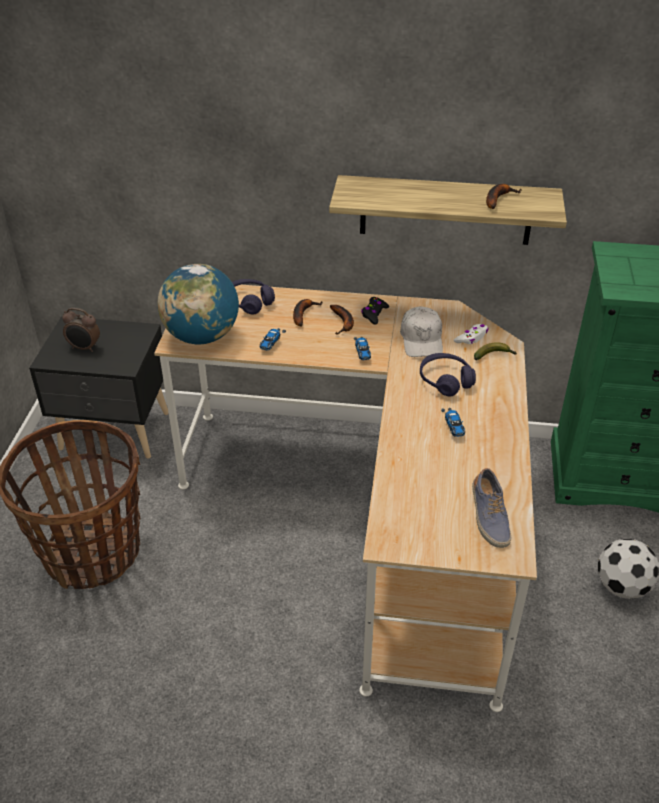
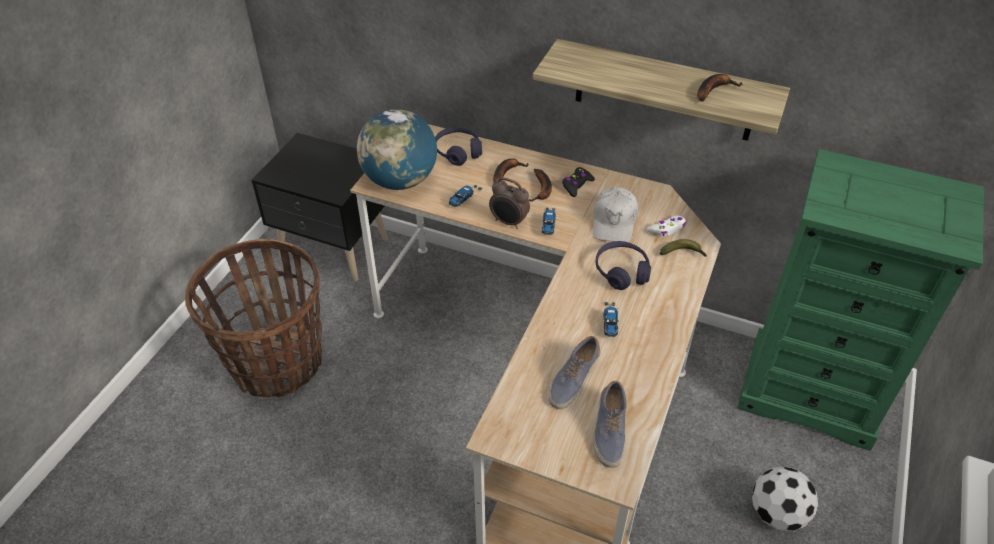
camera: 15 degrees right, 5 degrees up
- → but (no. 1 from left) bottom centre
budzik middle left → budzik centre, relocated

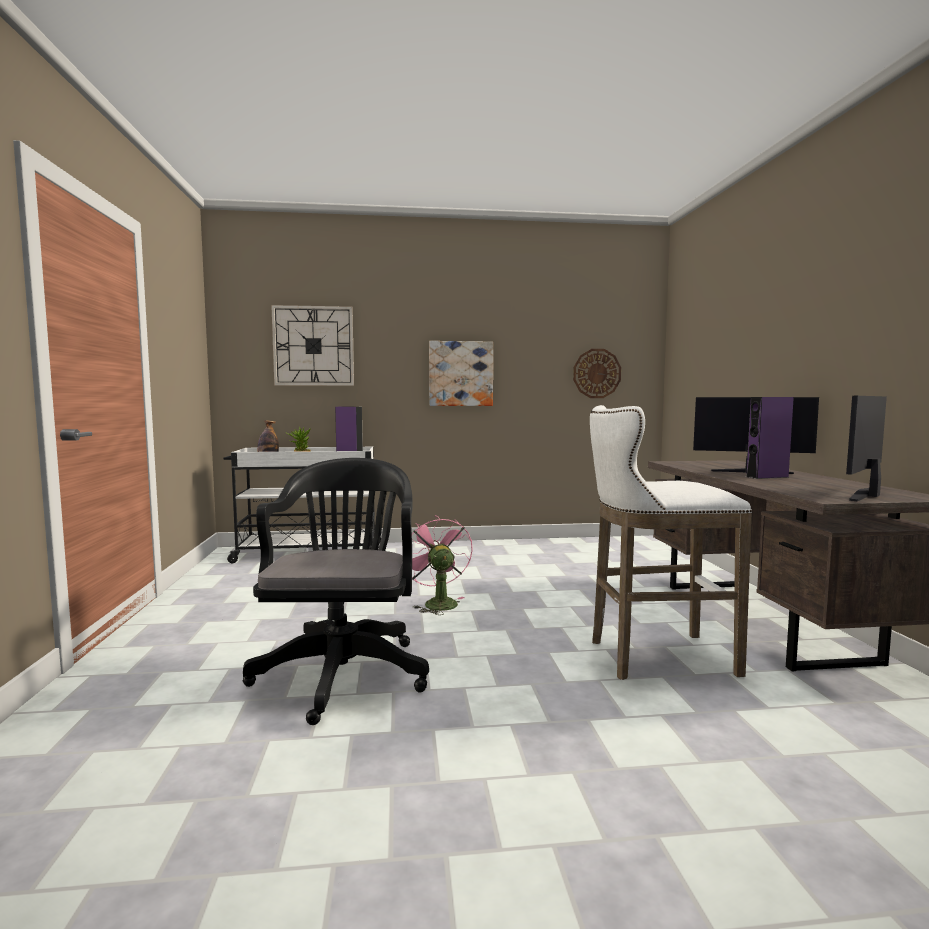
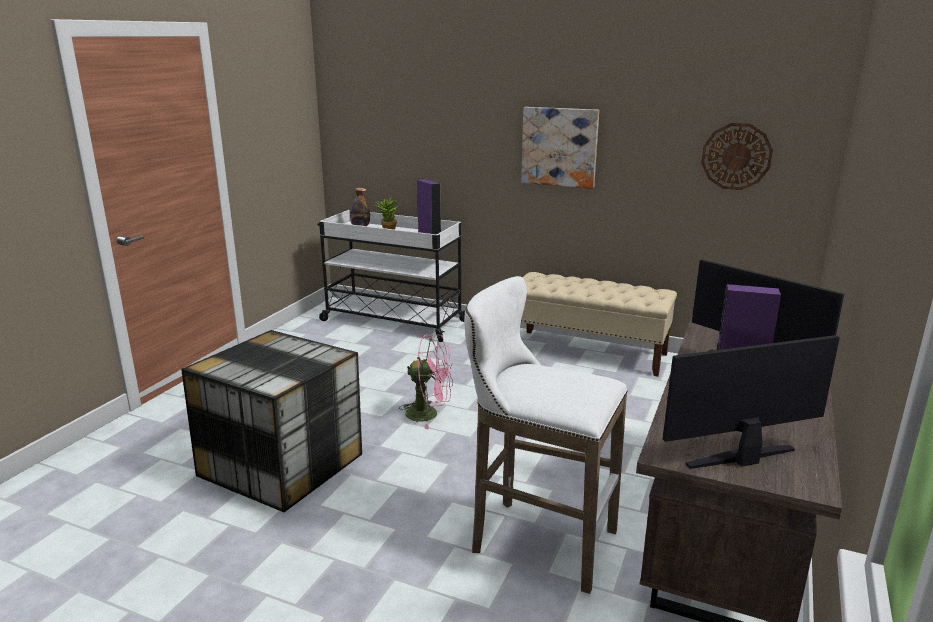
camera: 30 degrees right, 15 degrees up
zegar ścienny (no. 1 from left) centre → -
- → ławka [beżowy] centre
krzesło biurowe [czarny] centre → pojemnik do przechowywania bottom left
wentylator [różowy] centre, 90 degrees clockwise

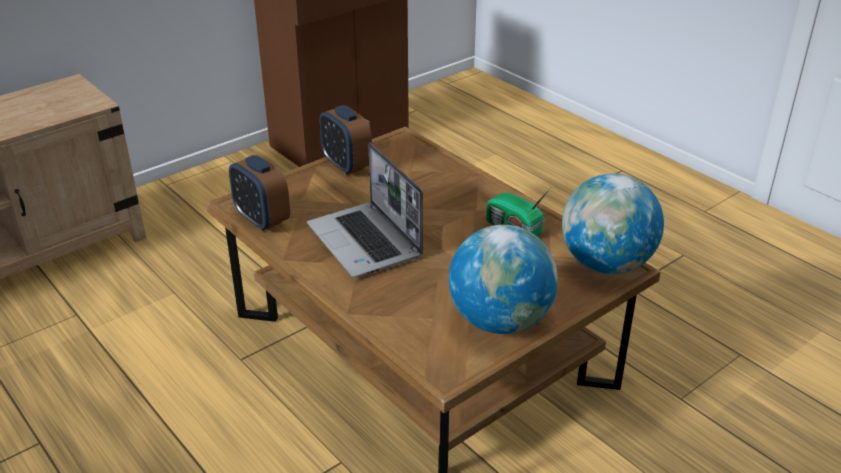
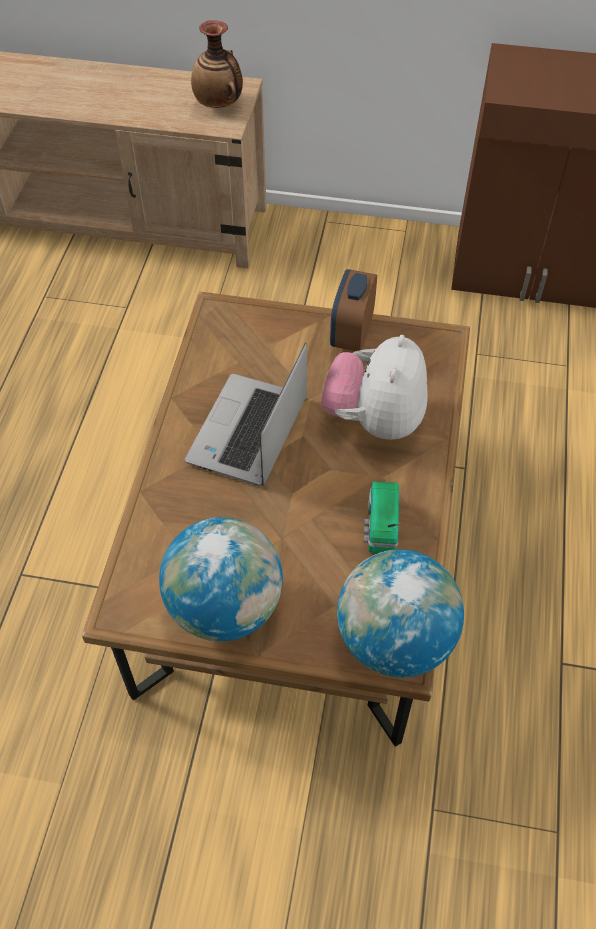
camera: 50 degrees right, 20 degrees up
budzik (no. 1 from left) middle left → -
- → wazon top centre
- → pluszak centre

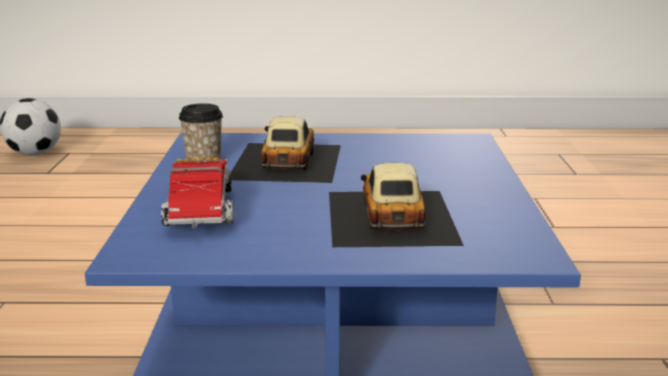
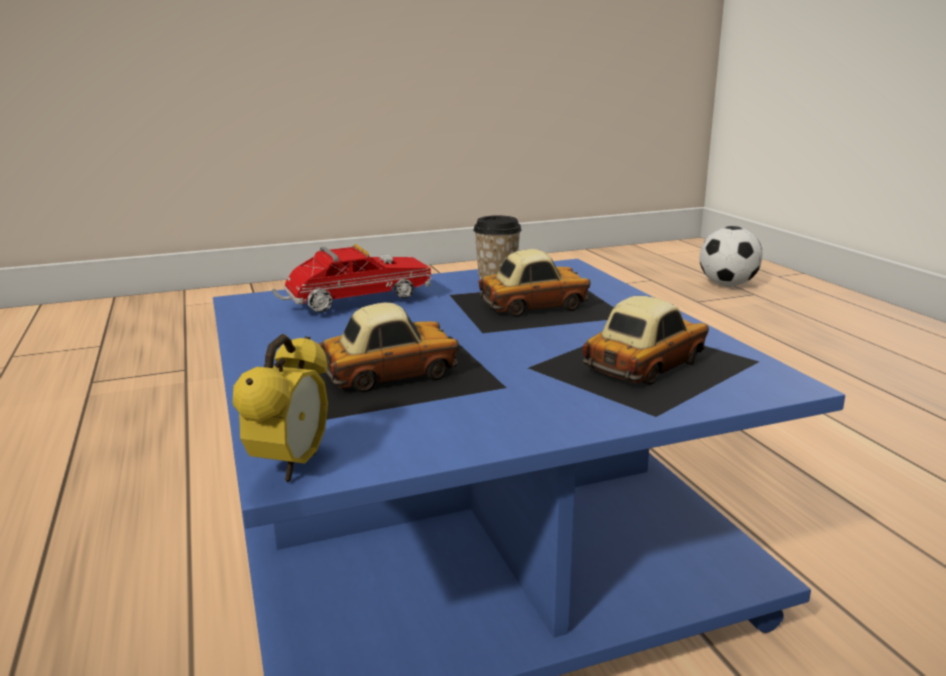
camera: 70 degrees right, 0 degrees up
- → budzik middle left
- → samochodzik (no. 3 from left) middle right

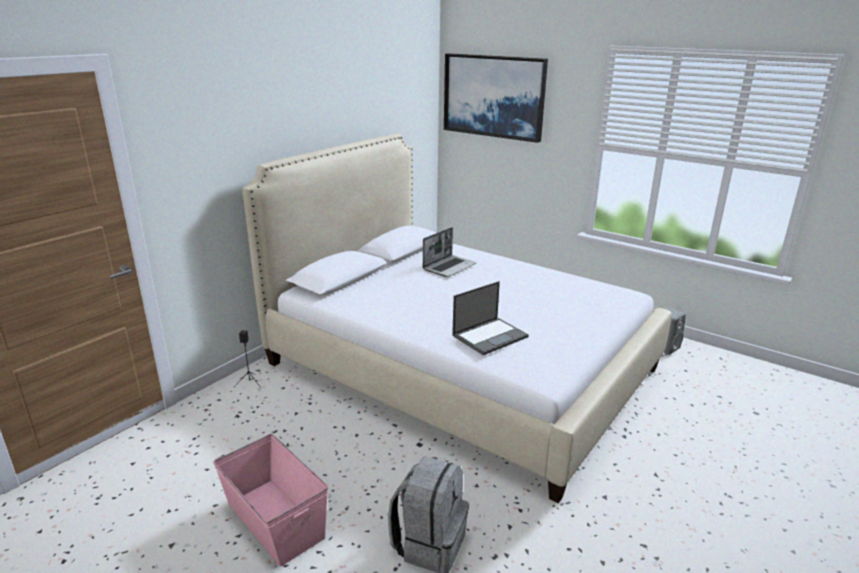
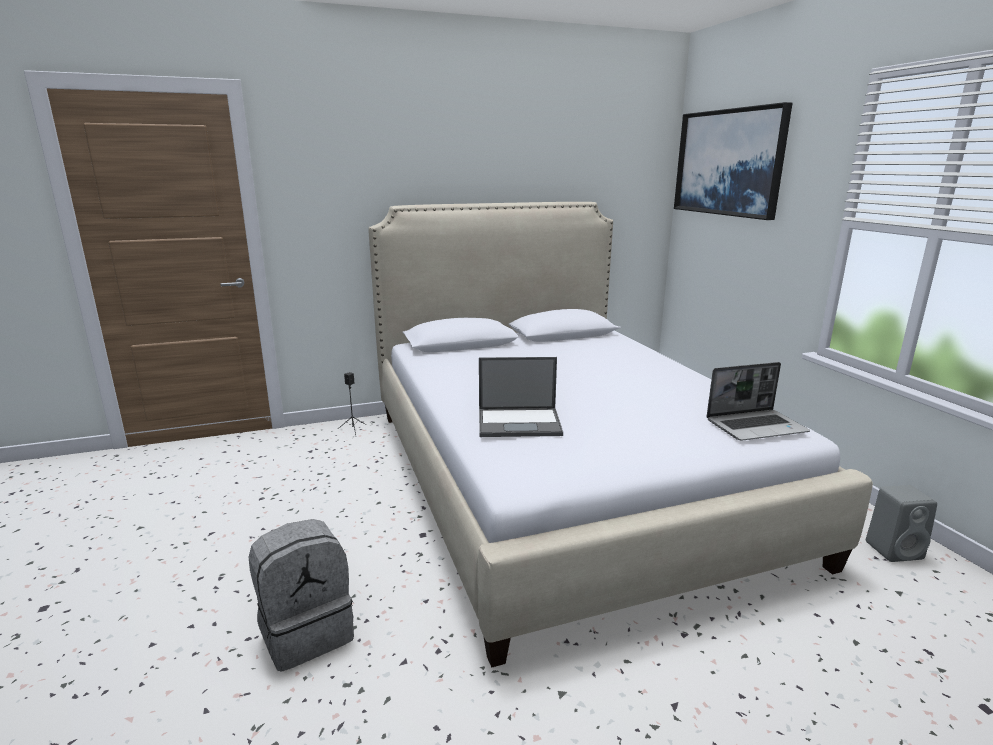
camera: 35 degrees right, 5 degrees down
pojemnik do przechowywania [różowy] bottom left → -
laptop (no. 1 from left in the first image) centre → laptop (no. 2 from left) middle right, relocated

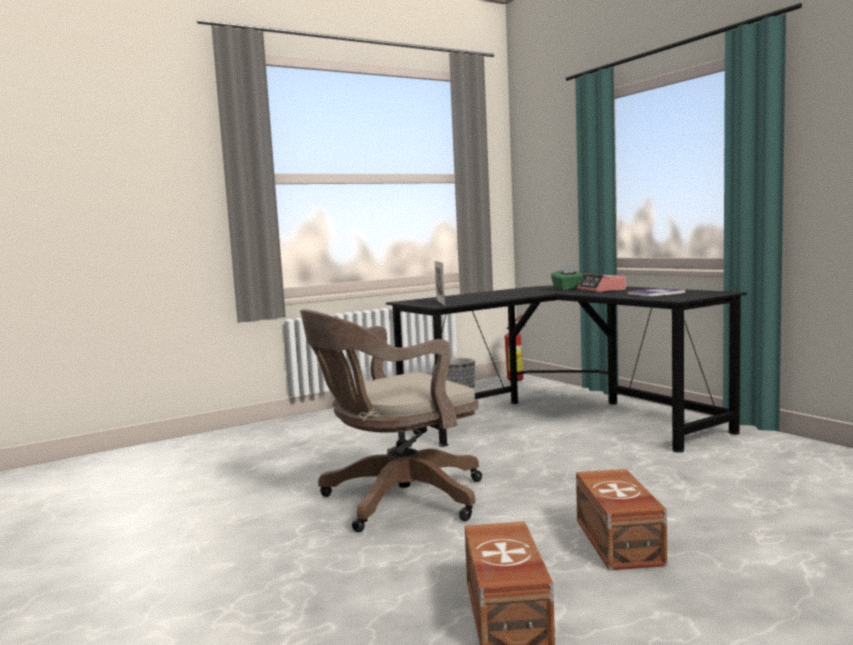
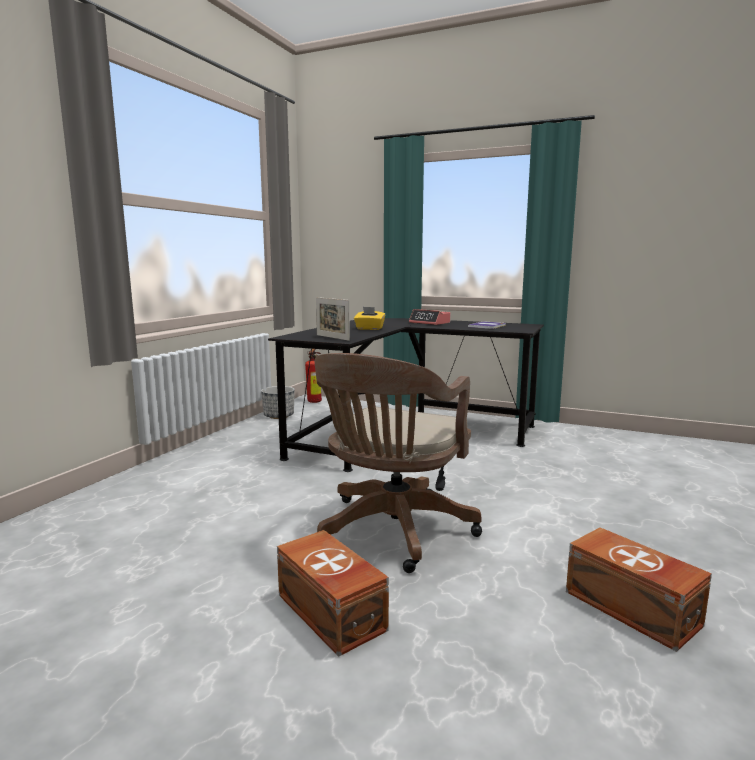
camera: 35 degrees left, 5 degrees up
pudełko chusteczek [zielony] centre → -
- → pudełko chusteczek [żółty] centre
pojemnik do przechowywania [brązowy] (no. 2 from left in the first image) bottom right → pojemnik do przechowywania [brązowy] (no. 1 from left) bottom centre, relocated

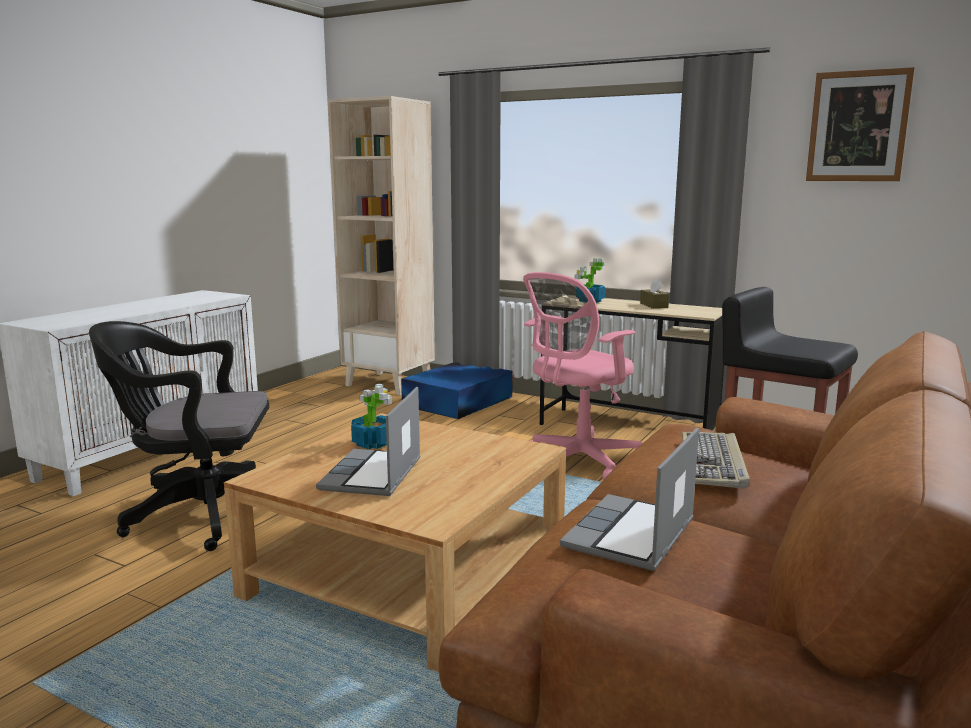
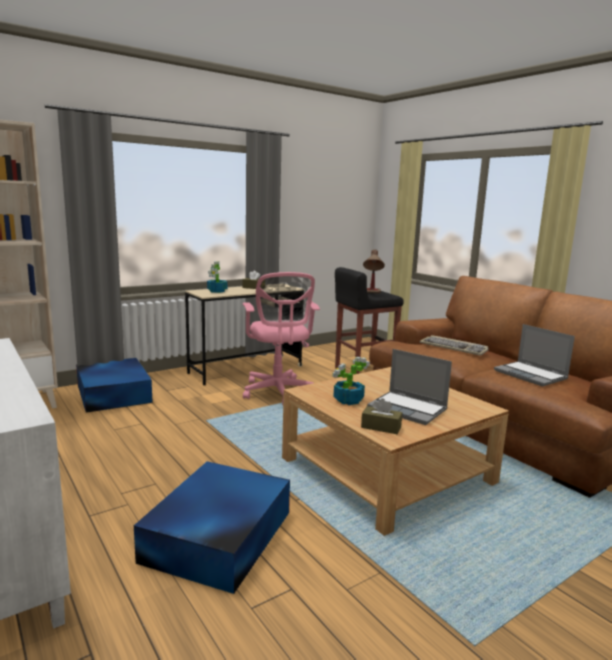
camera: 65 degrees left, 0 degrees up
obraz top right → -
- → pudełko chusteczek [brązowy] (no. 2 from left) centre
- → lampa stołowa centre
krzesło biurowe [czarny] middle left → pojemnik do przechowywania [niebieski] (no. 2 from left) bottom centre

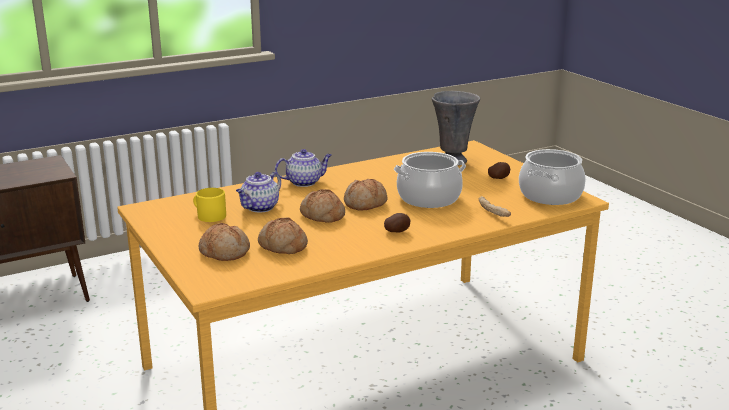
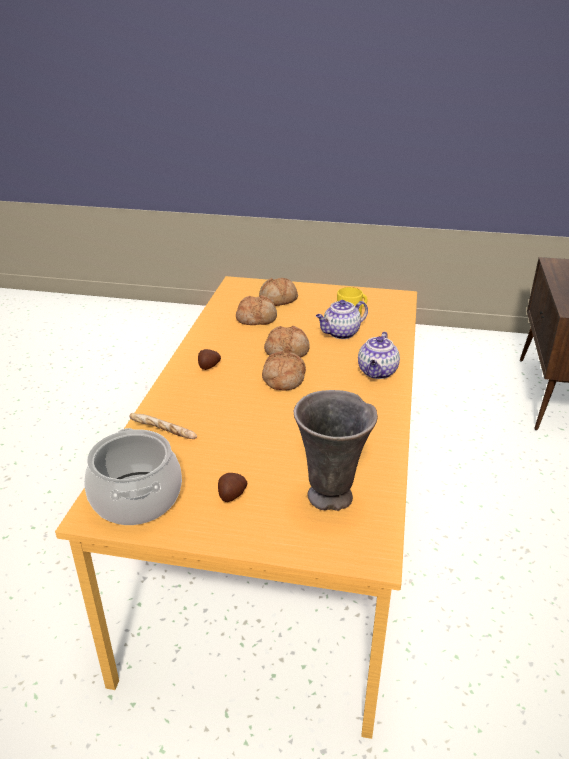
camera: 130 degrees right, 10 degrees up
garnek (no. 1 from left) centre → -
imbryk (no. 1 from left) centre, 105 degrees counterclockwise

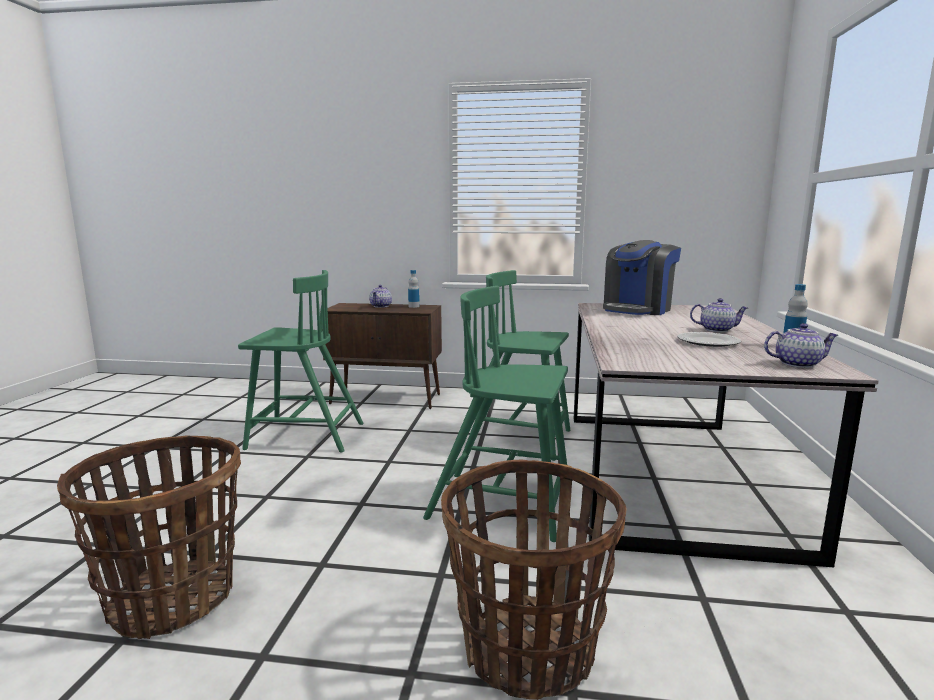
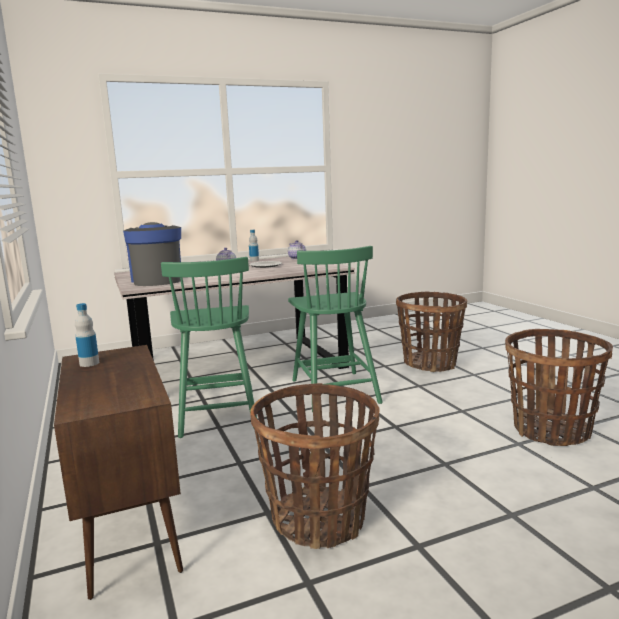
camera: 120 degrees left, 0 degrees up
imbryk (no. 1 from left) centre → -
krzesło [zielony] (no. 1 from left) middle left → koszyk (no. 1 from left) bottom centre
ekspres do kawy middle right → ekspres do kawy middle left, 120 degrees counterclockwise

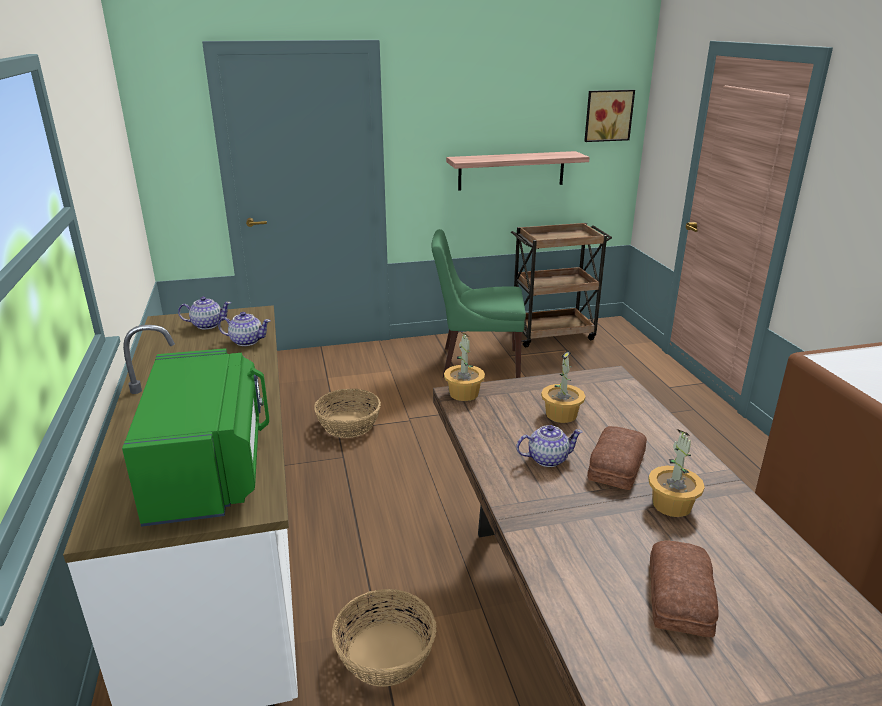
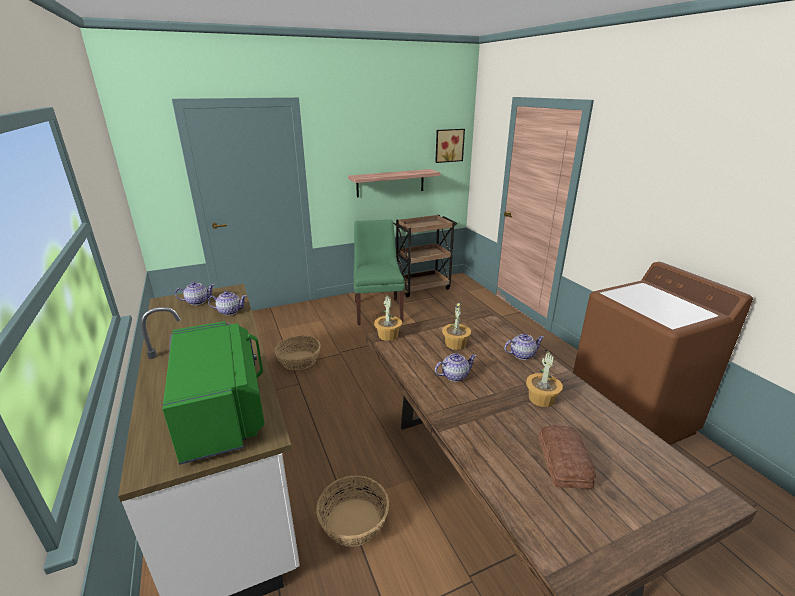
camera: 10 degrees left, 0 degrees up
chleb (no. 1 from left) middle right → -
- → imbryk (no. 4 from left) centre
krzesło [zielony] centre, 90 degrees clockwise

